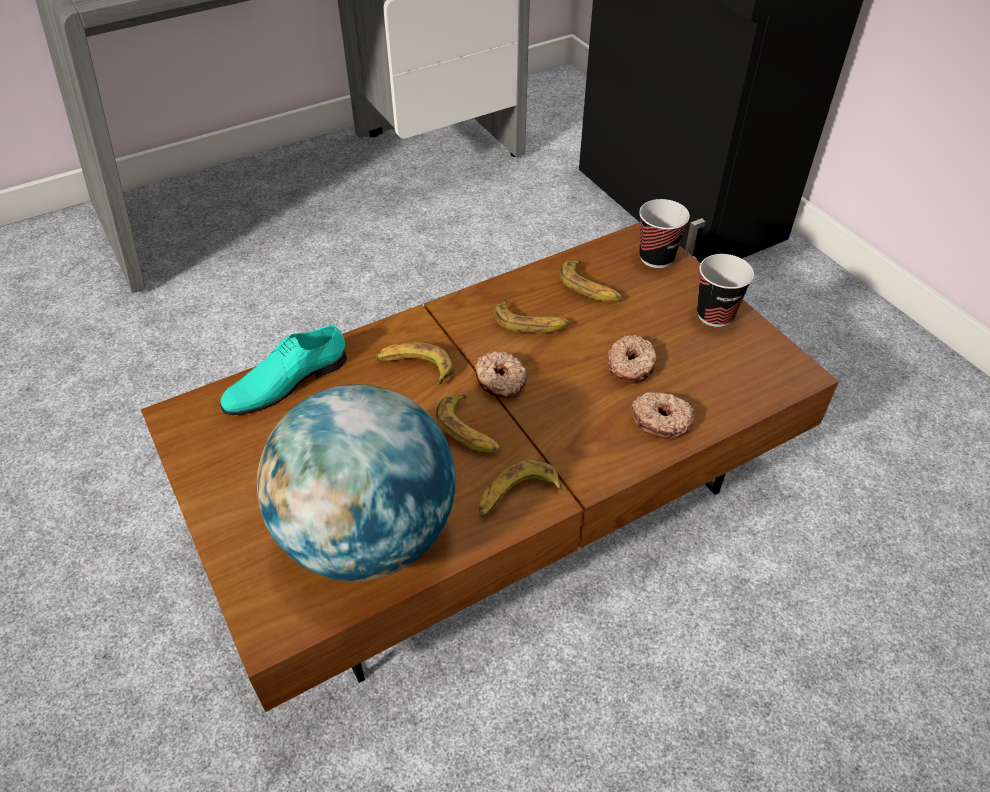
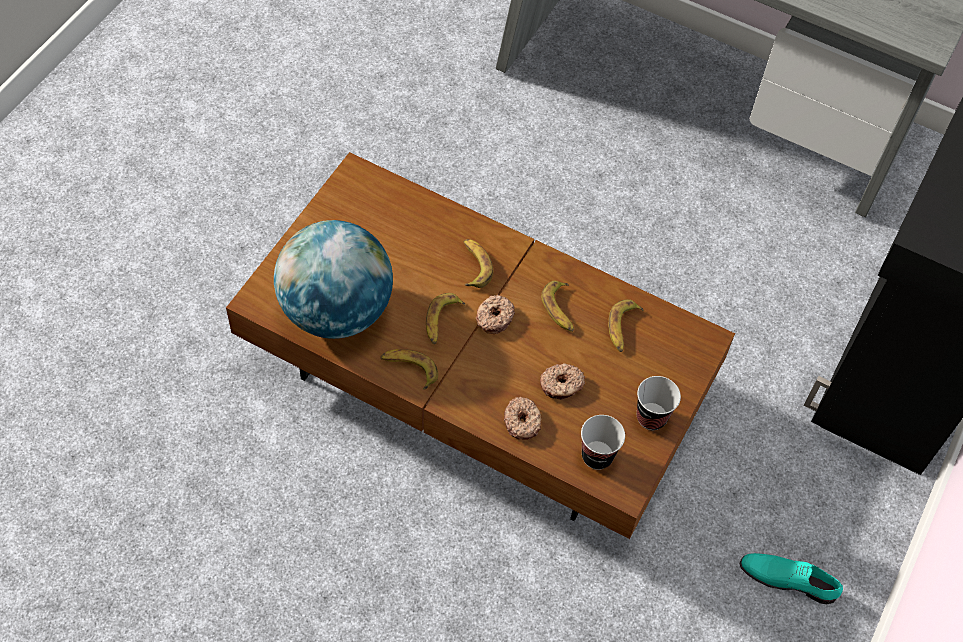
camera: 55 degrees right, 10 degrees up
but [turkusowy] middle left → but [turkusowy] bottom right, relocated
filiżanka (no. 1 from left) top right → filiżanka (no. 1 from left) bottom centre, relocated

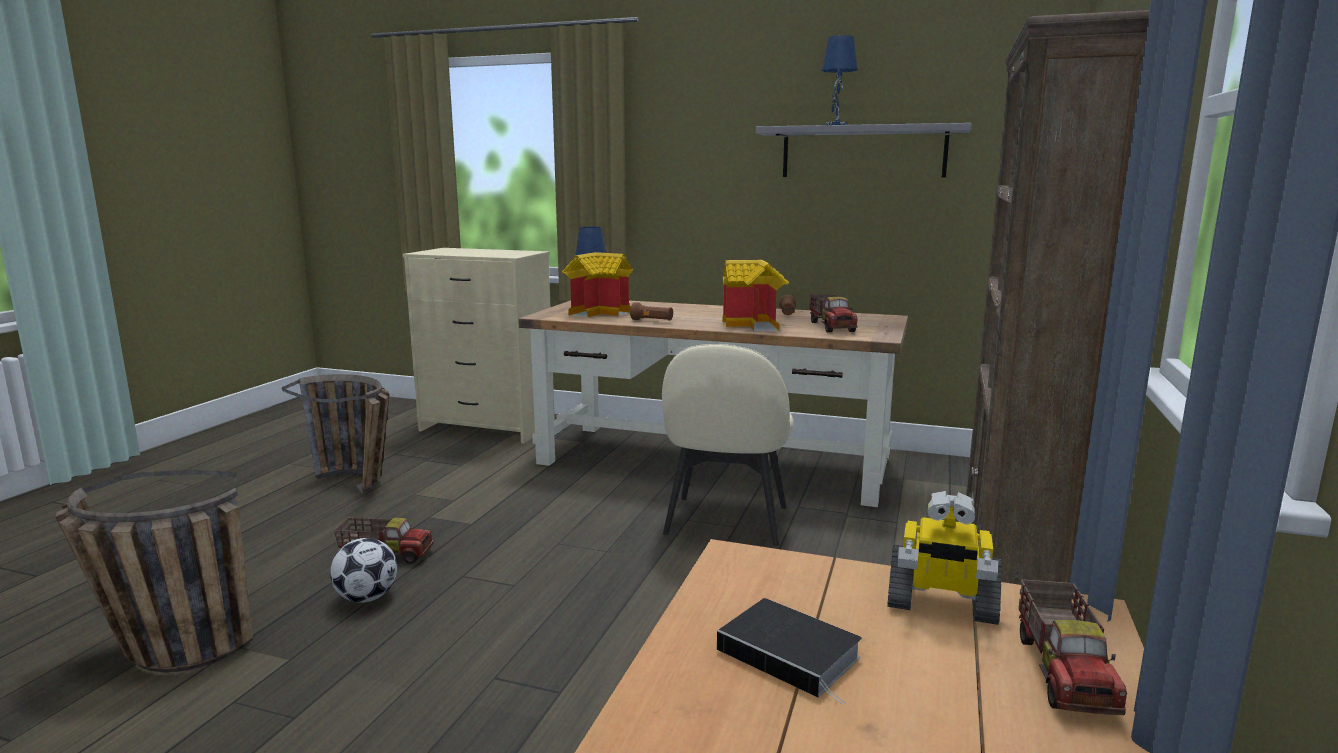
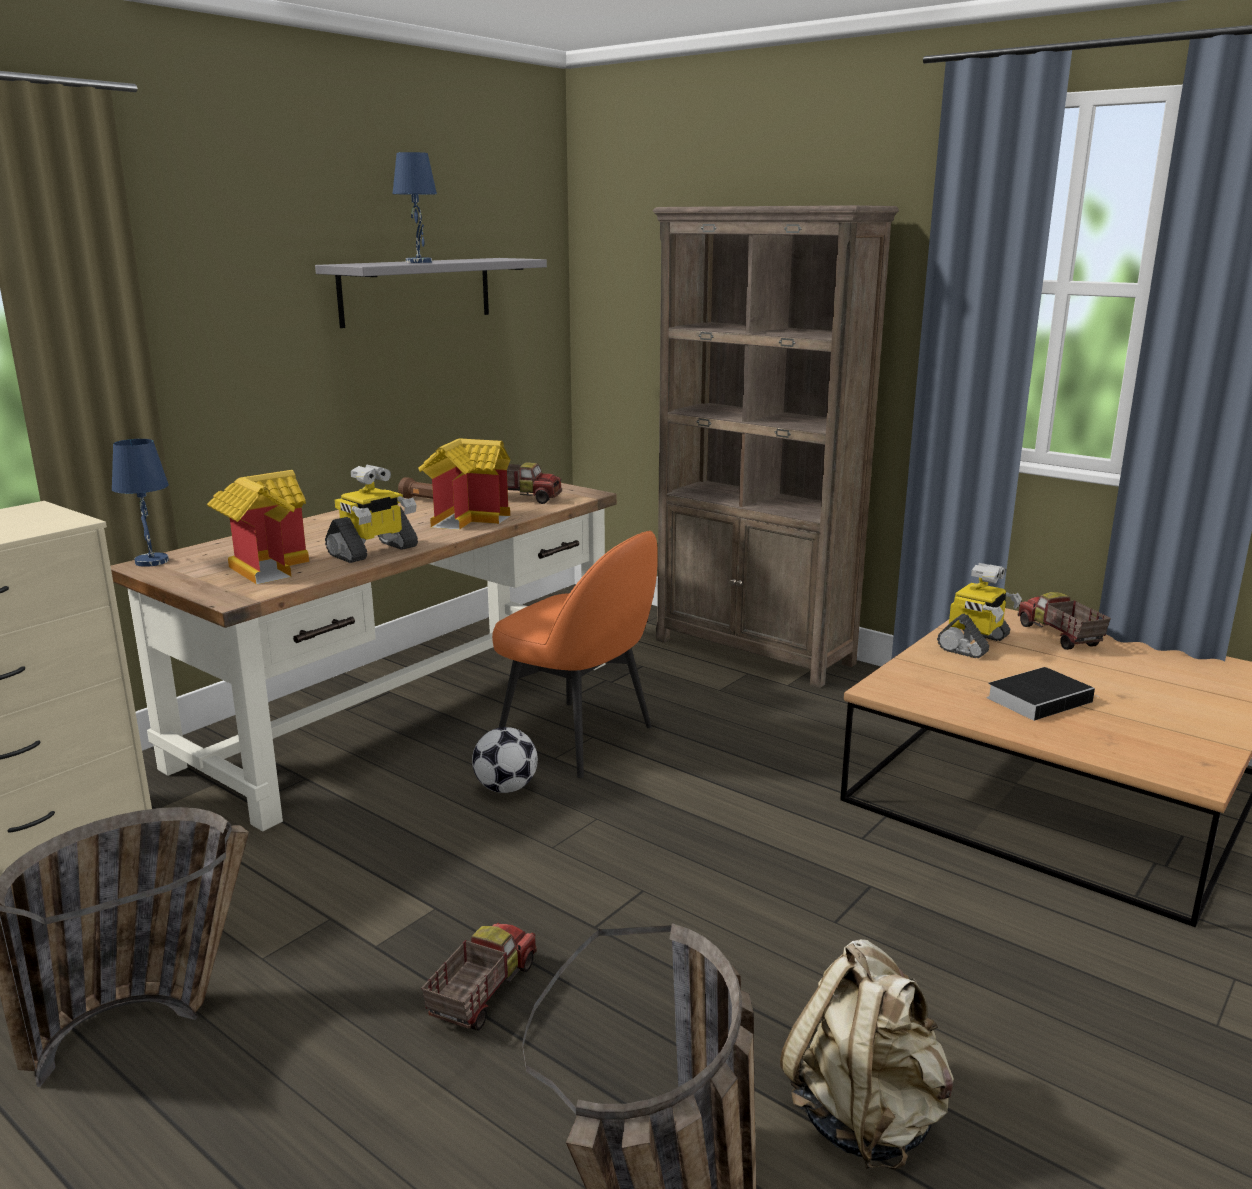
camera: 70 degrees left, 5 degrees up
- → plecak [beżowy] bottom right
piłka futbolowa bottom left → piłka futbolowa centre, relocated
latarka [brązowy] (no. 1 from left) centre → robot zabawkowy (no. 1 from left) middle left
krzesło [beżowy] centre → krzesło [pomarańczowy] centre
ciężarówka zabawkowa (no. 3 from left) bottom right → ciężarówka zabawkowa (no. 3 from left) middle right, 135 degrees counterclockwise

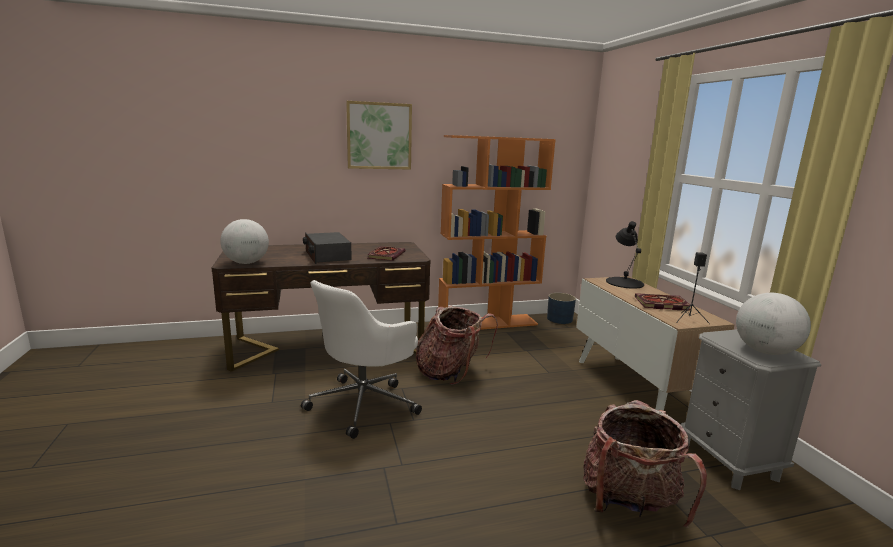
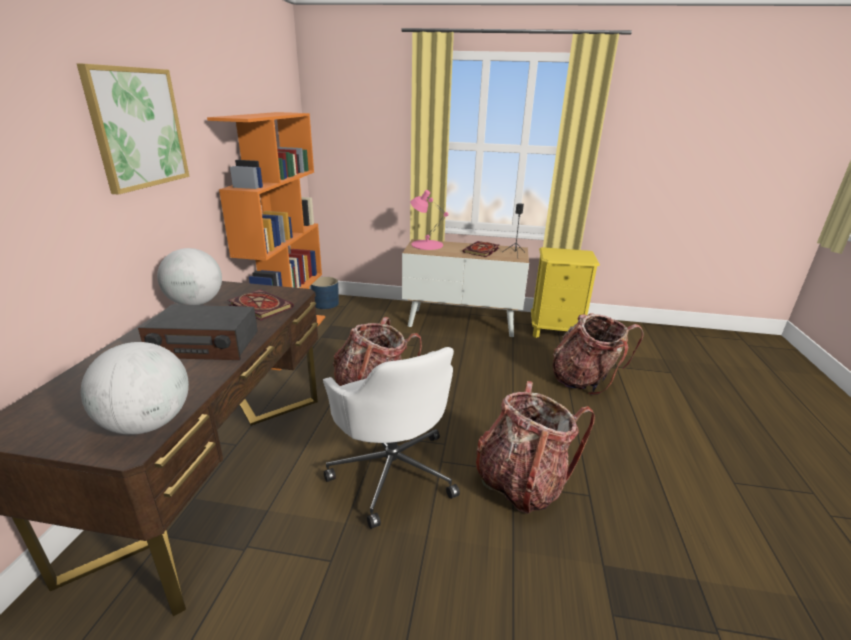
camera: 65 degrees left, 10 degrees up
- → plecak (no. 2 from left) bottom centre
globus (no. 2 from left) middle right → globus (no. 2 from left) middle left, relocated
lampa stołowa [czarny] middle right → lampa stołowa [różowy] centre
szafka nocna [szary] bottom right → szafka nocna [żółty] centre

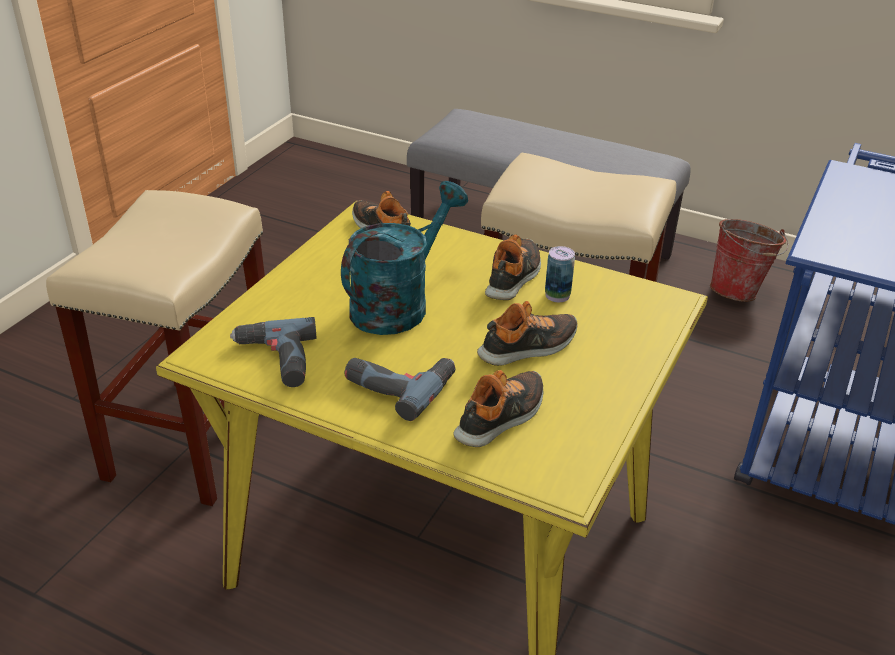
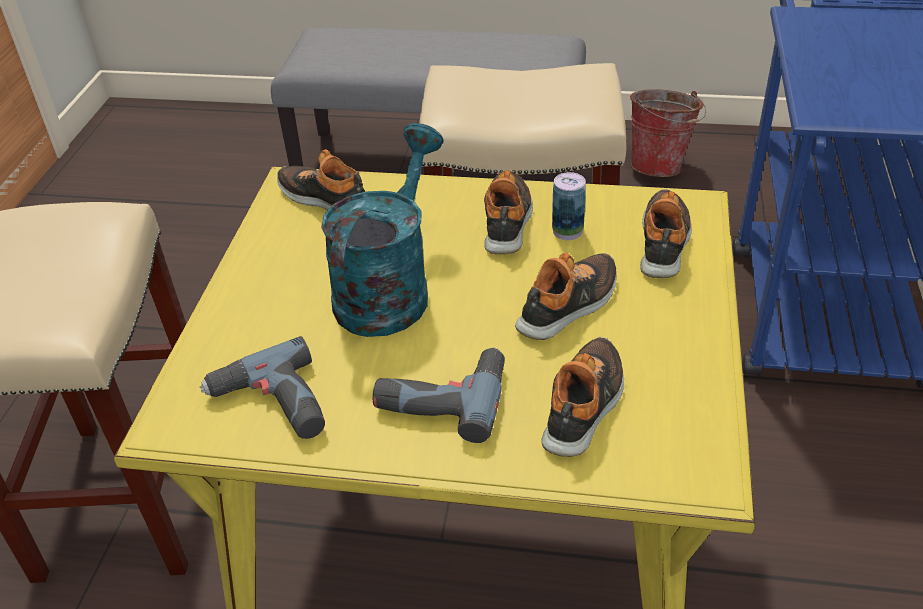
camera: 15 degrees left, 5 degrees up
- → but (no. 5 from left) middle right

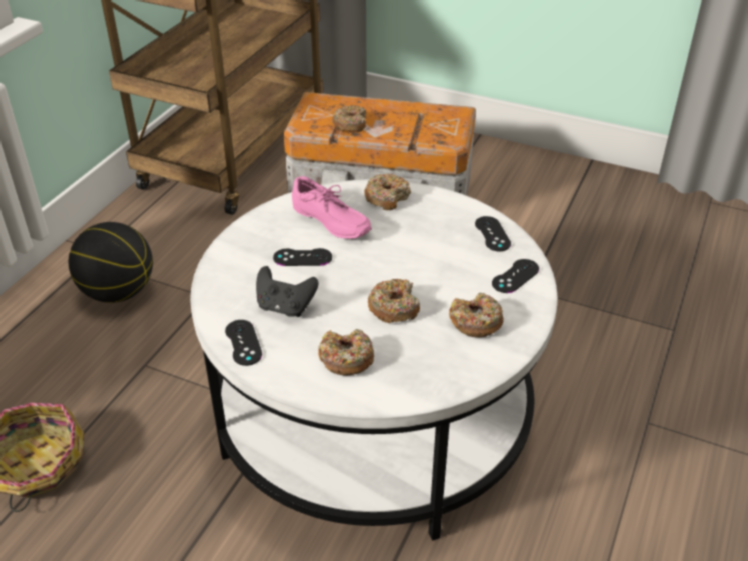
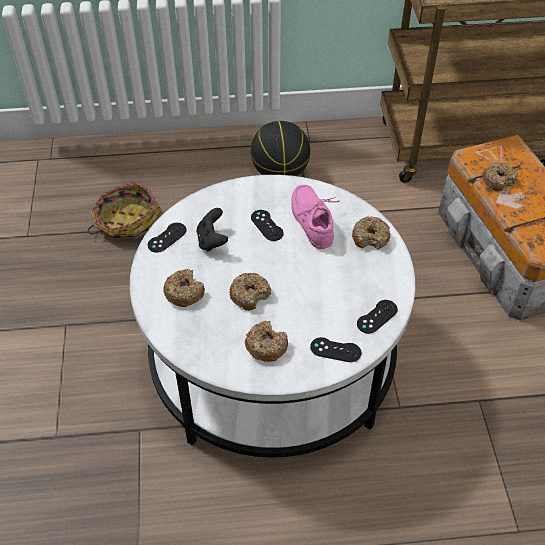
camera: 60 degrees right, 10 degrees up
but [różowy] centre, 150 degrees clockwise

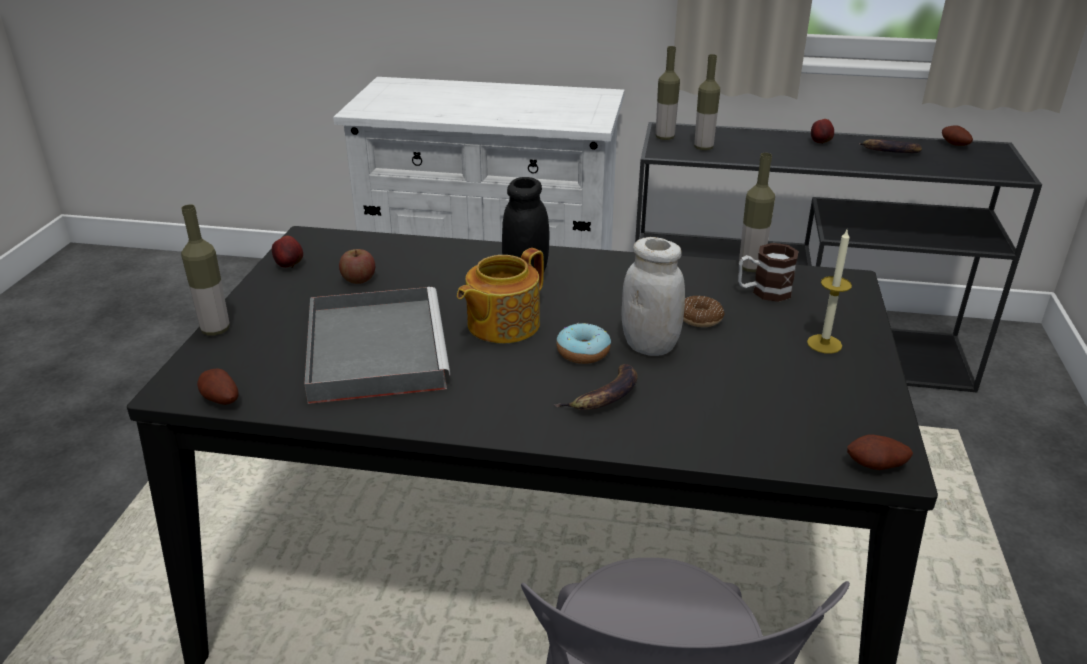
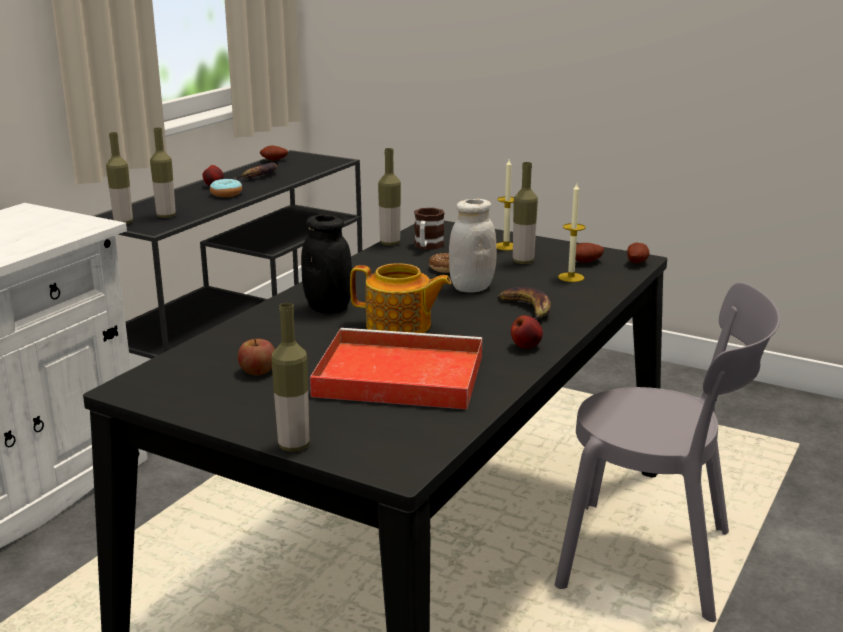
camera: 70 degrees left, 10 degrees down
- → butelka (no. 5 from left) centre
- → świeca (no. 2 from left) middle right
ziemniak (no. 1 from left in the first image) middle left → ziemniak (no. 2 from left) middle right, relocated
jabłko (no. 1 from left in the first image) middle left → jabłko (no. 3 from left) centre, relocated
donut (no. 1 from left) centre → donut (no. 1 from left) top left, relocated
taca [szary] centre → taca [czerwony] centre
imbryk centre, 45 degrees counterclockwise

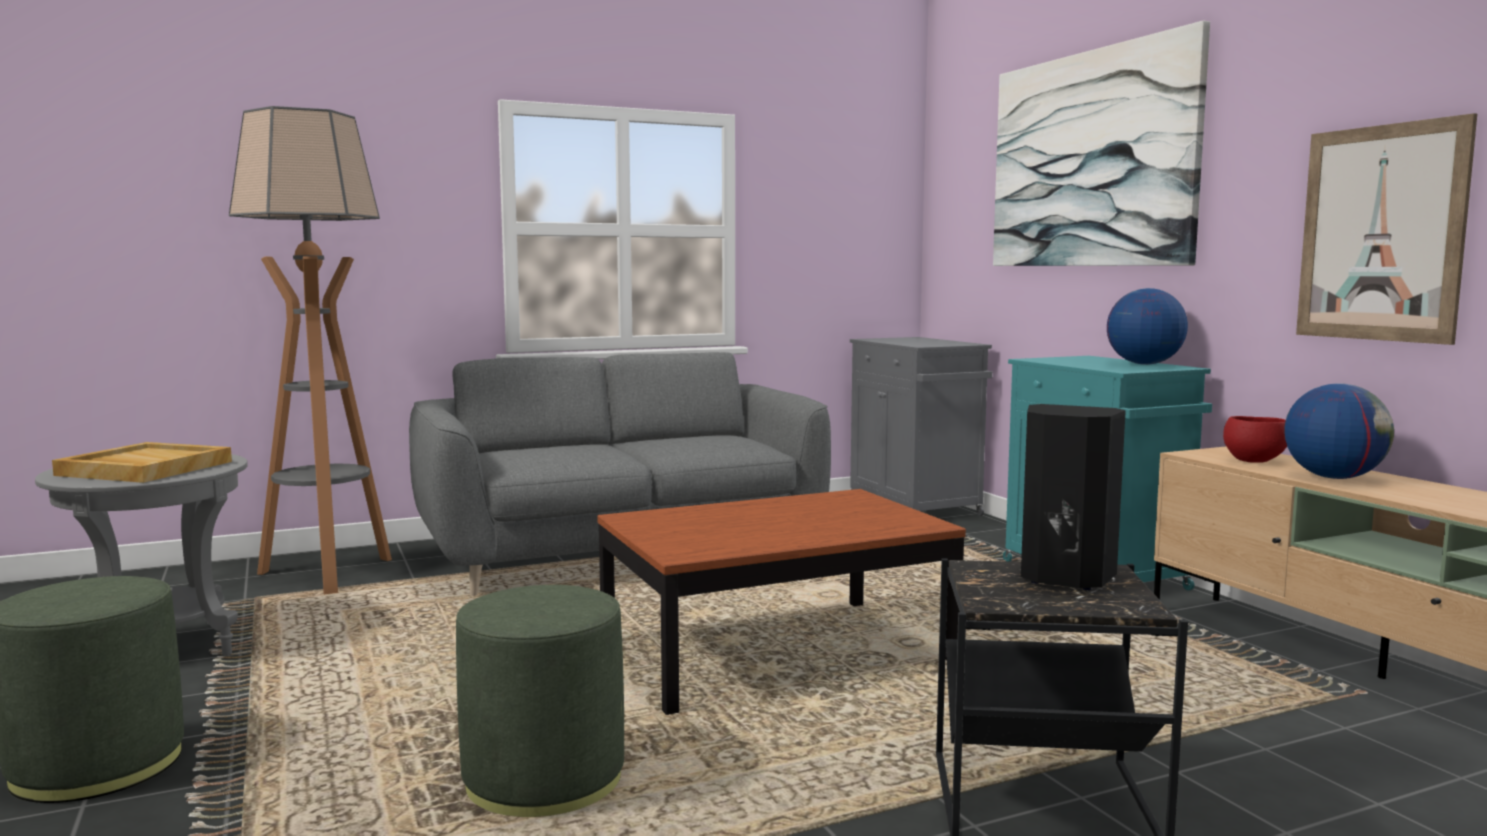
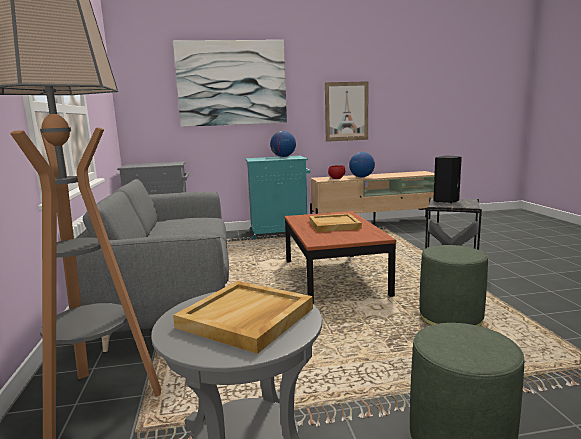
camera: 75 degrees left, 5 degrees up
- → taca [beżowy] (no. 2 from left) centre

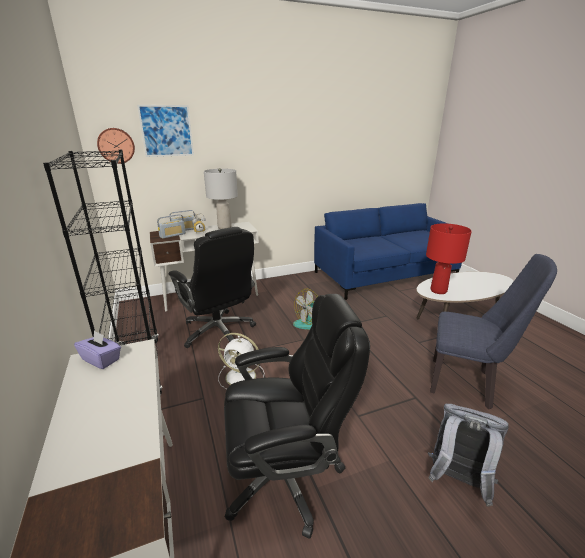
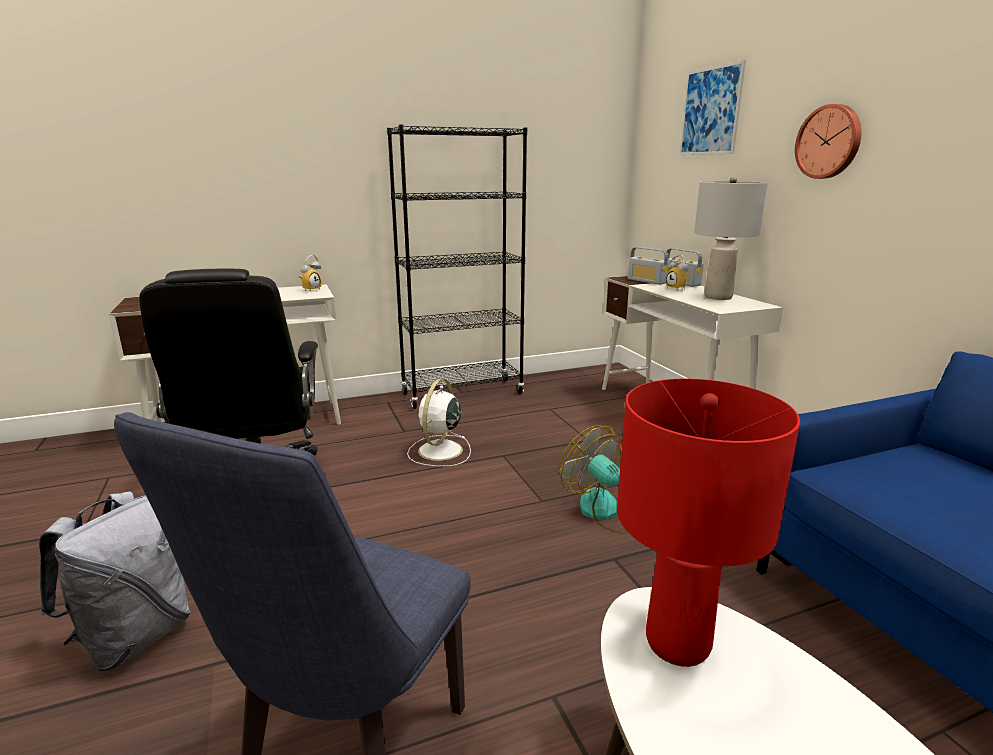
camera: 90 degrees right, 5 degrees down
krzesło biurowe [czarny] (no. 1 from left) centre → -
zegar ścienny top left → zegar ścienny top right, relocated
pudełko chusteczek [fioletowy] middle left → budzik (no. 1 from left) middle left

